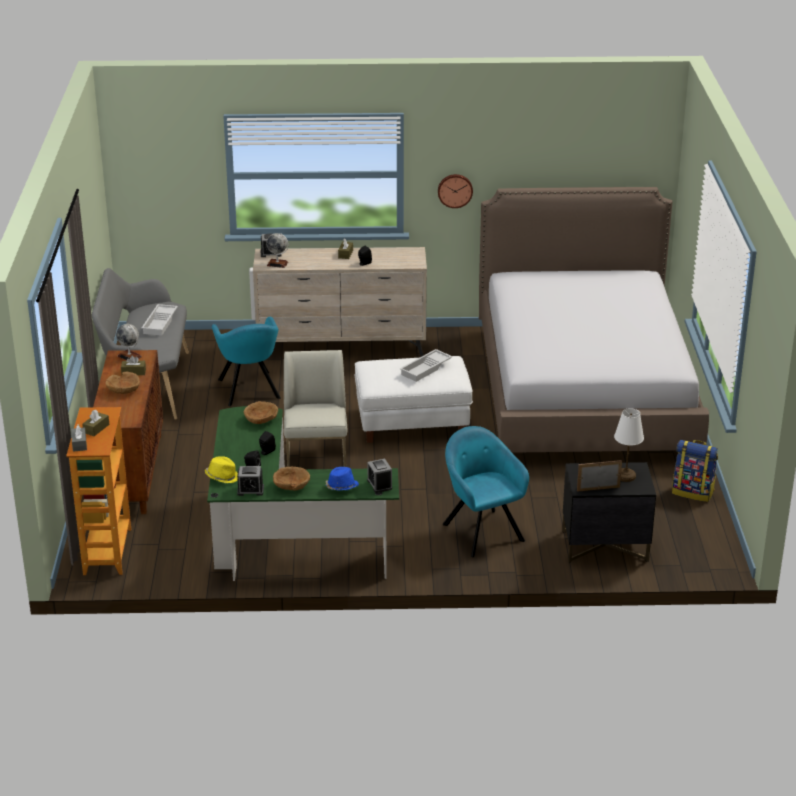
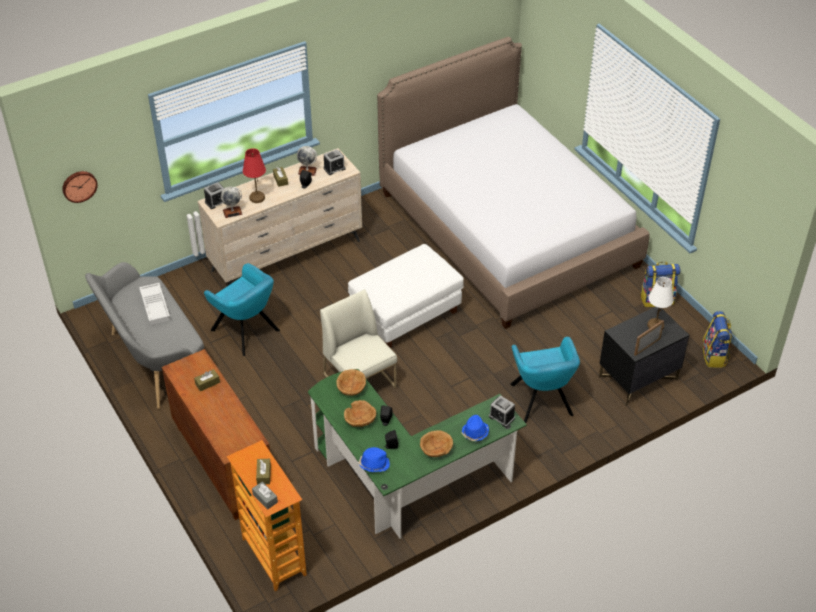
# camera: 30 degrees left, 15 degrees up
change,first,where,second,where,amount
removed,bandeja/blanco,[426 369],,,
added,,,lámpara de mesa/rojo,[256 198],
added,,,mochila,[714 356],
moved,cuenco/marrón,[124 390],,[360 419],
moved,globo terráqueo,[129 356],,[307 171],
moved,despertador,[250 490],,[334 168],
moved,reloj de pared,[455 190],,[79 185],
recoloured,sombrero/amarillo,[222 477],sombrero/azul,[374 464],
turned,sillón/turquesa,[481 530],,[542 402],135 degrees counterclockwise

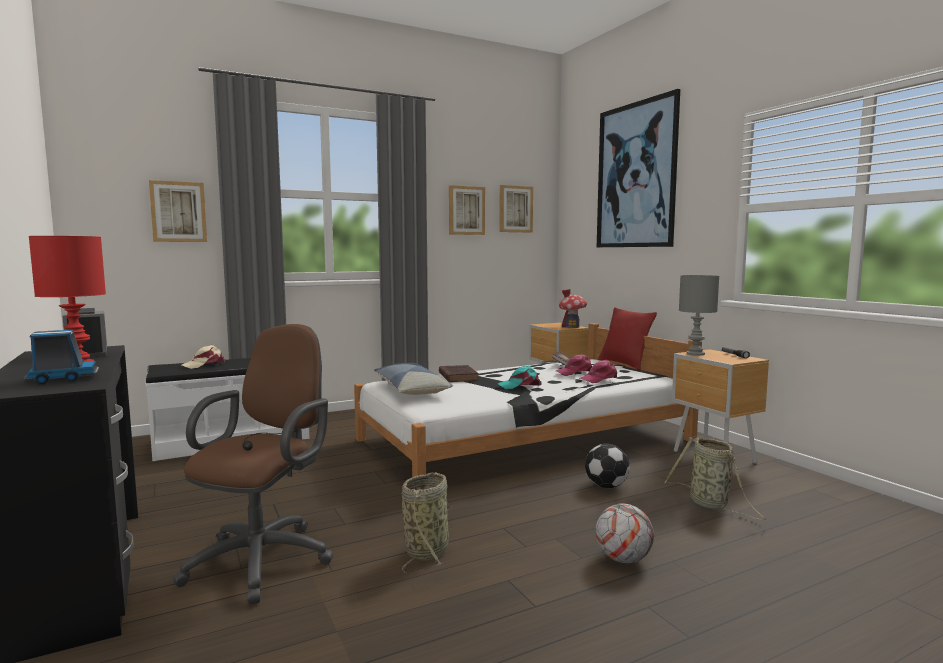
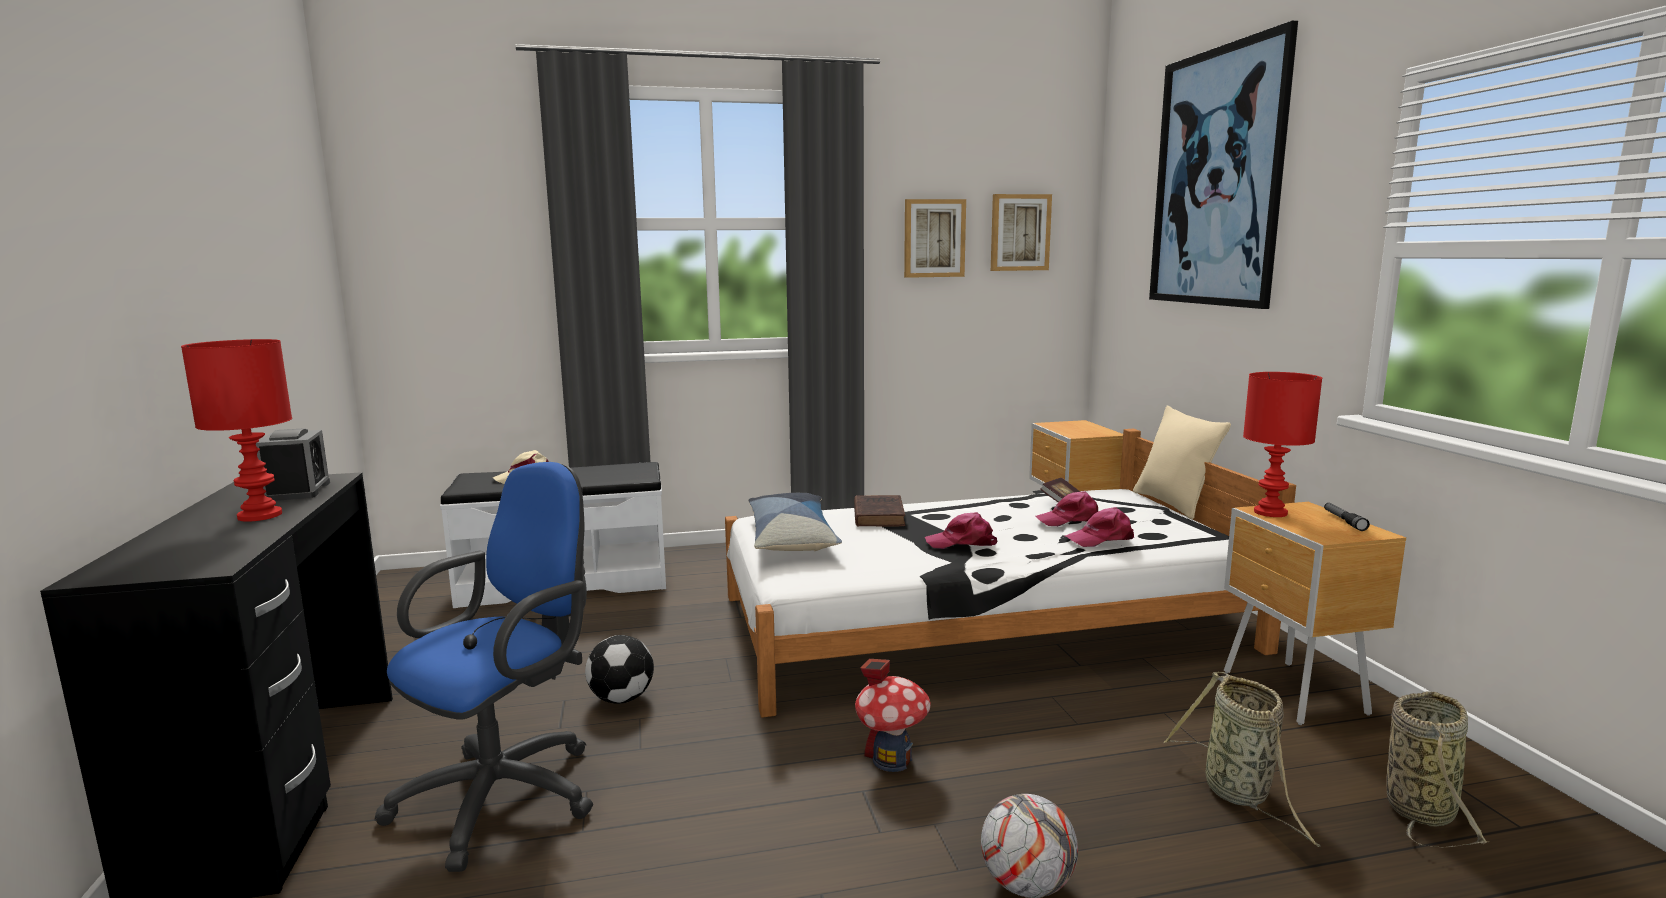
# camera: 15 degrees right, 5 degrees up
change,first,where,second,where,amount
removed,camión de juguete,[61 378],,,
removed,cuadro,[178 212],,,
moved,cesta,[428 550],,[1419 807],
moved,casita,[572 327],,[892 759],
moved,balón de fútbol,[606 486],,[622 698],
recoloured,silla de oficina/marrón,[265 558],silla de oficina/azul,[508 793],
recoloured,gorra/turquesa,[520 385],gorra/rosa,[962 543],
recoloured,cojín/rojo,[624 364],cojín/beis,[1173 504],
recoloured,lámpara de mesa/gris,[695 354],lámpara de mesa/rojo,[1270 512],

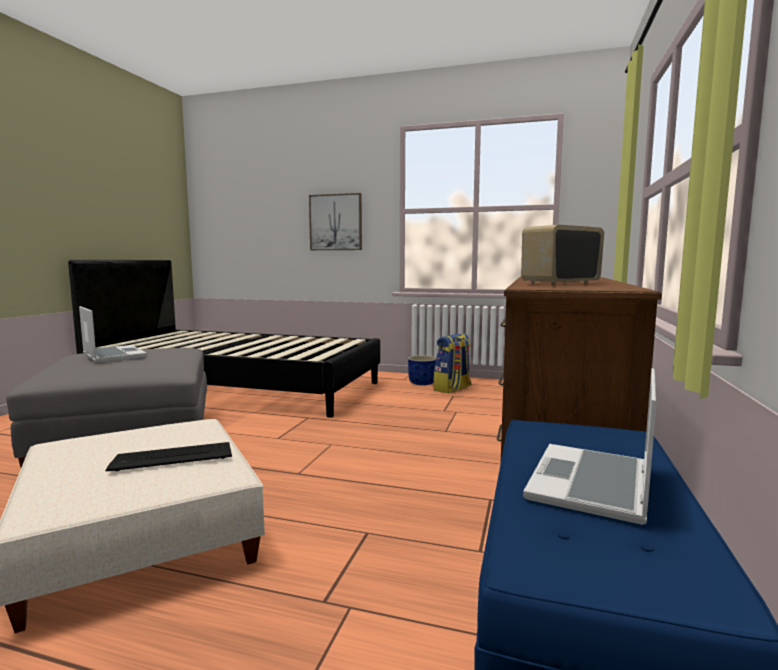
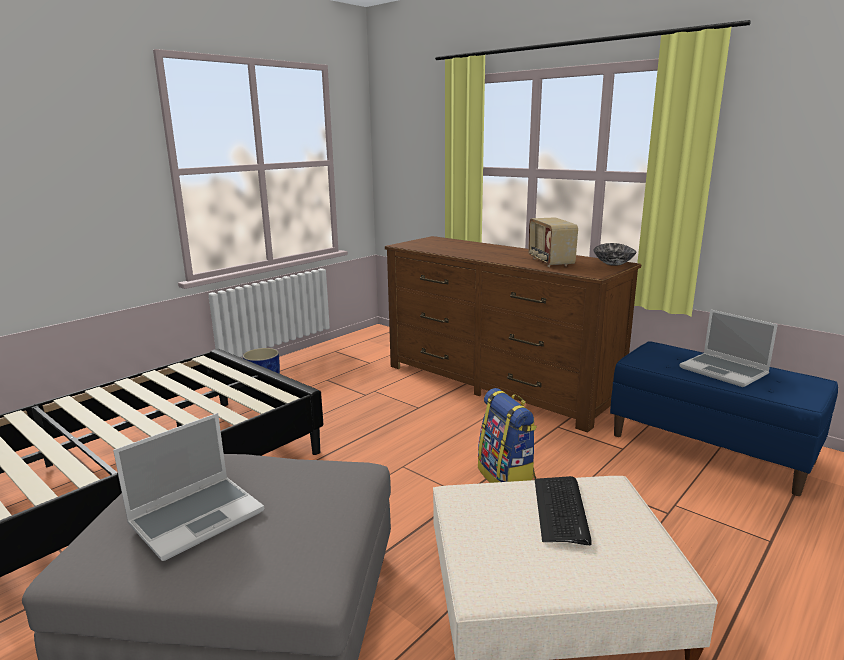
# camera: 65 degrees left, 10 degrees up
change,first,where,second,where,amount
removed,cuadro,[336 222],,,
added,,,cuenco,[614 263],
moved,mochila,[452 389],,[507 478],
turned,portátil,[113 355],,[197 517],150 degrees clockwise

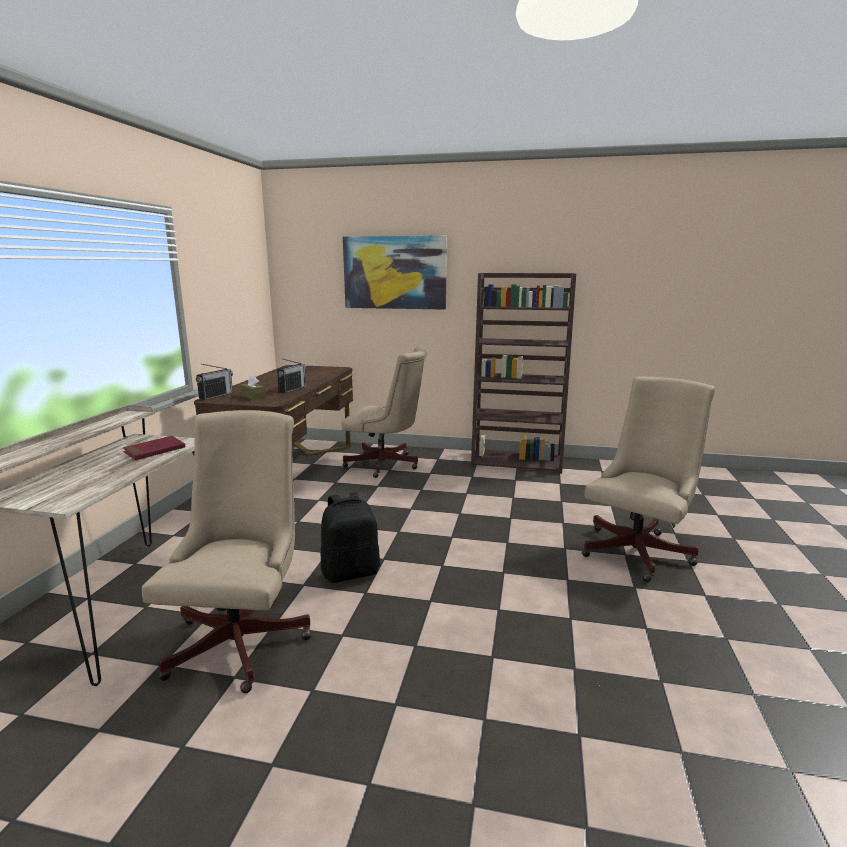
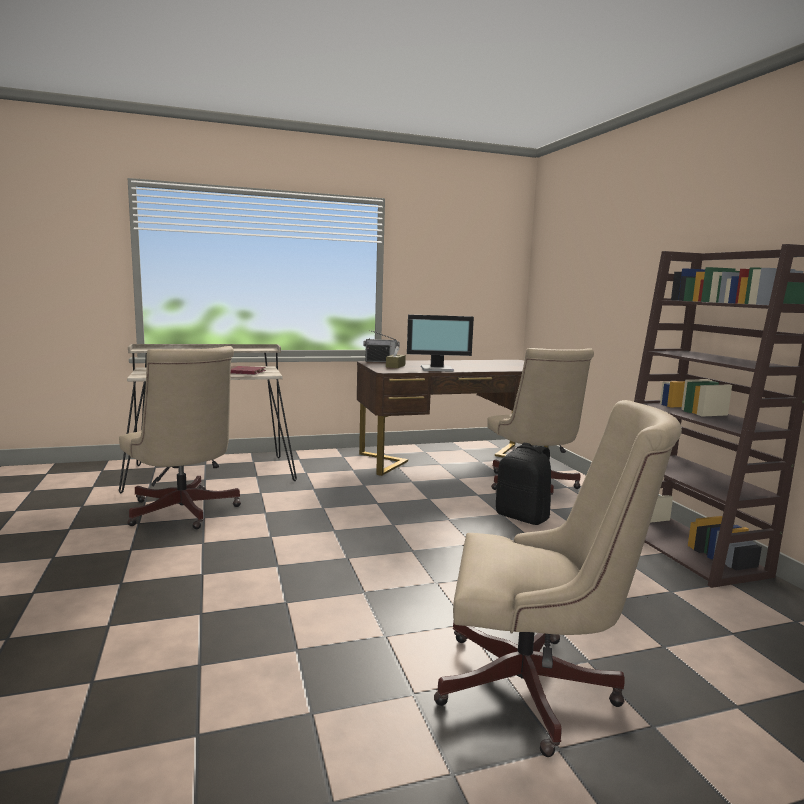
# camera: 60 degrees right, 5 degrees down
change,first,where,second,where,amount
removed,cuadro,[394 272],,,
moved,mochila/negro,[351 572],,[523 517],
replaced,radio,[292 389],monitor,[437 369],
turned,silla de oficina/beis,[243 637],,[183 513],75 degrees clockwise

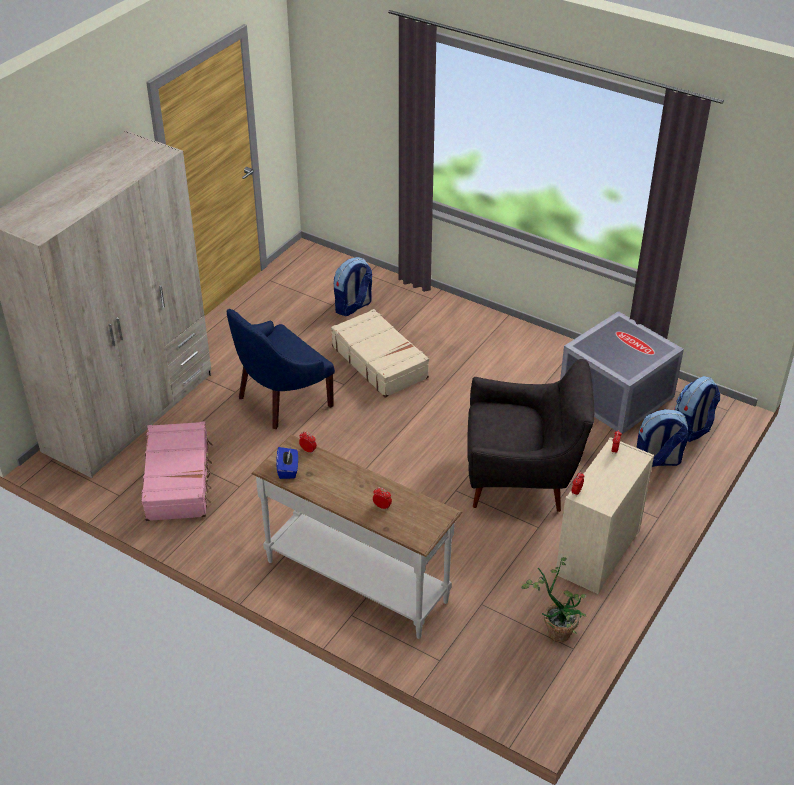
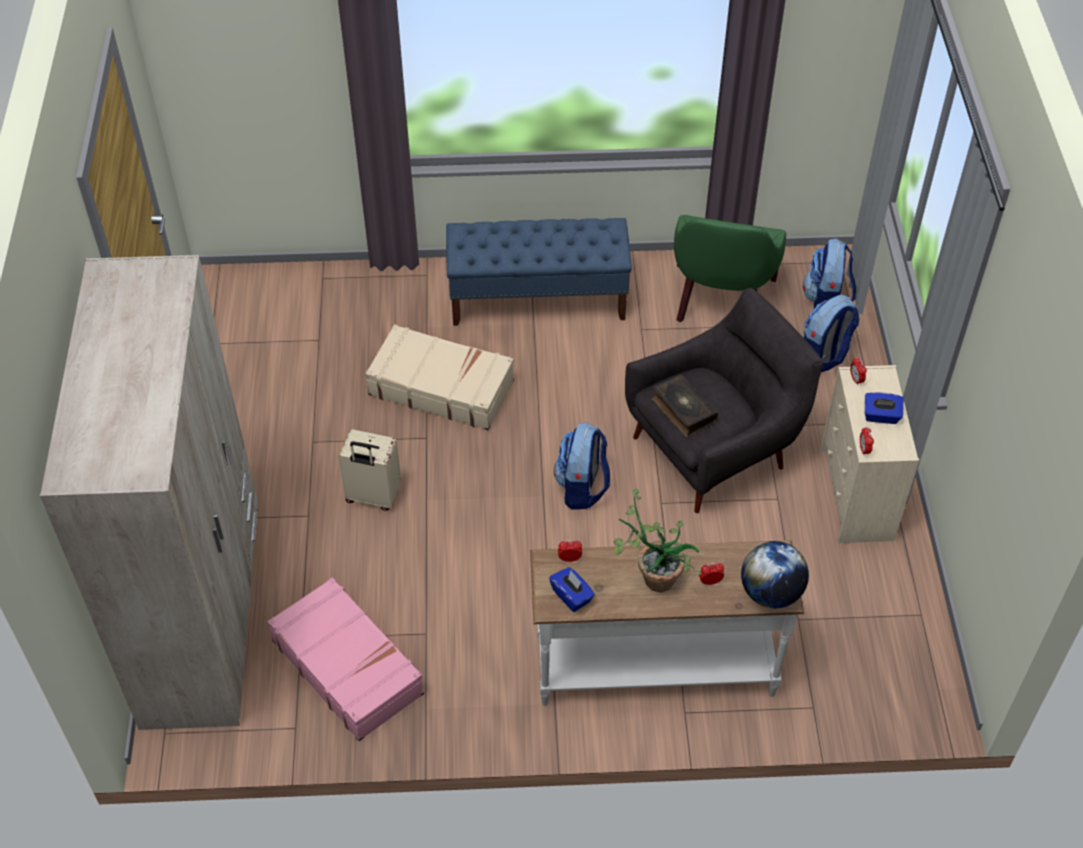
# camera: 35 degrees left, 10 degrees up
change,first,where,second,where,amount
added,,,banco/azul,[538 299],
added,,,libro,[682 411],
added,,,globo terráqueo,[771 593],
added,,,caja de pañuelos/azul,[881 416],
moved,mochila,[353 307],,[582 488],
moved,planta en maceta,[556 628],,[652 575],
replaced,sillón/azul,[281 400],maleta/beis,[372 496],
replaced,caja de almacenaje/gris,[614 395],sillón/verde,[720 300],

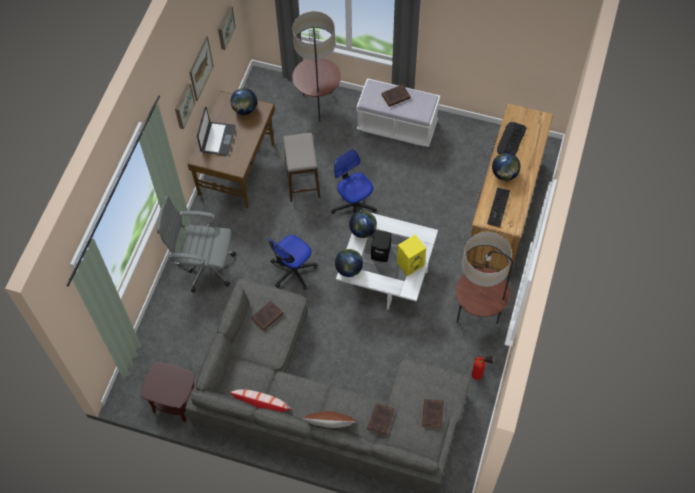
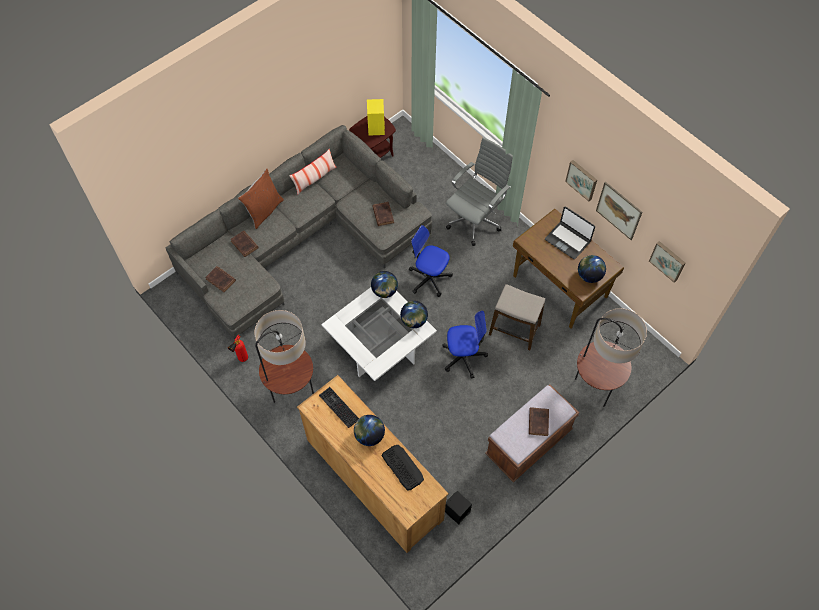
# camera: 120 degrees right, 0 degrees up
change,first,where,second,where,amount
moved,altavoz/negro,[381 253],,[456 512],
moved,altavoz/amarillo,[410 263],,[376 128],
recoloured,banco/blanco,[397 127],banco/marrón,[528 443],
turned,silla de oficina,[293 271],,[429 278],45 degrees counterclockwise

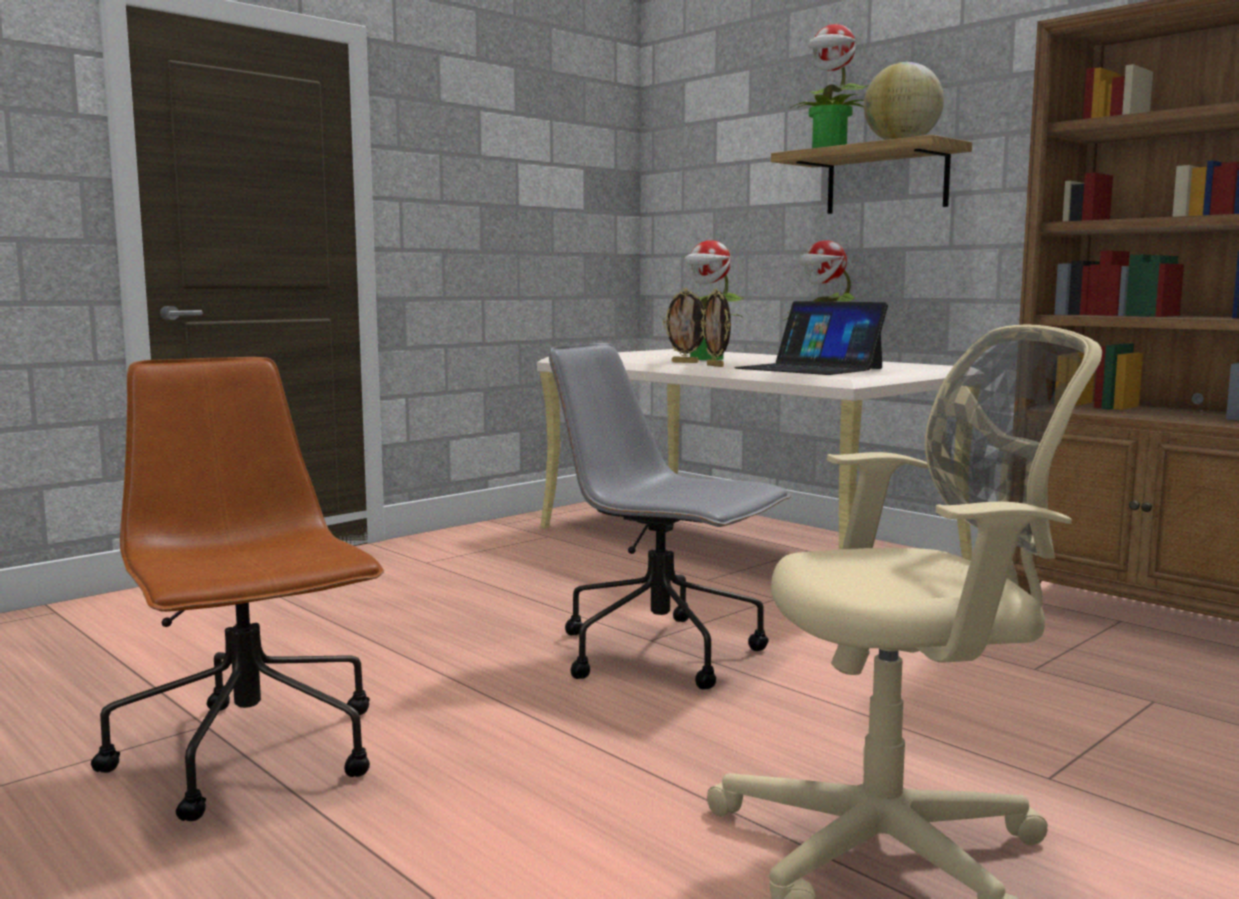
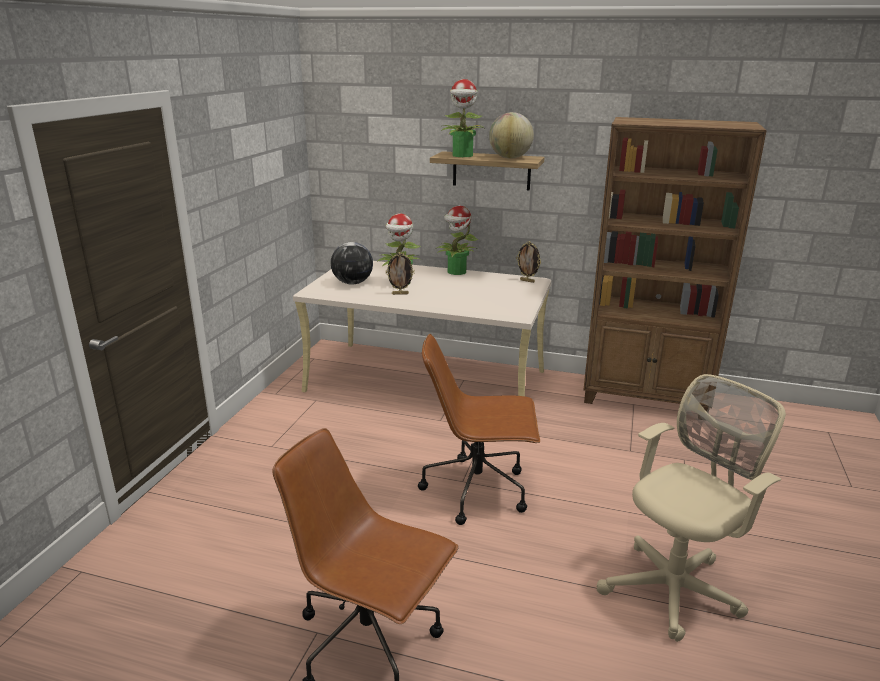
# camera: 30 degrees left, 15 degrees up
change,first,where,second,where,amount
removed,portátil,[809 368],,,
added,,,globo terráqueo,[352 283],
moved,portarretratos,[716 366],,[527 281],
recoloured,silla de oficina/gris,[663 653],silla de oficina/marrón,[478 490],

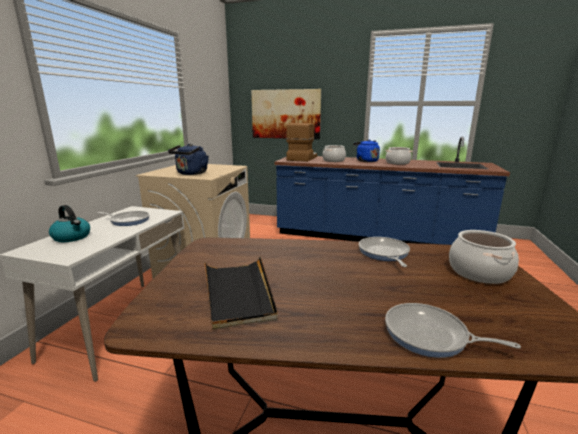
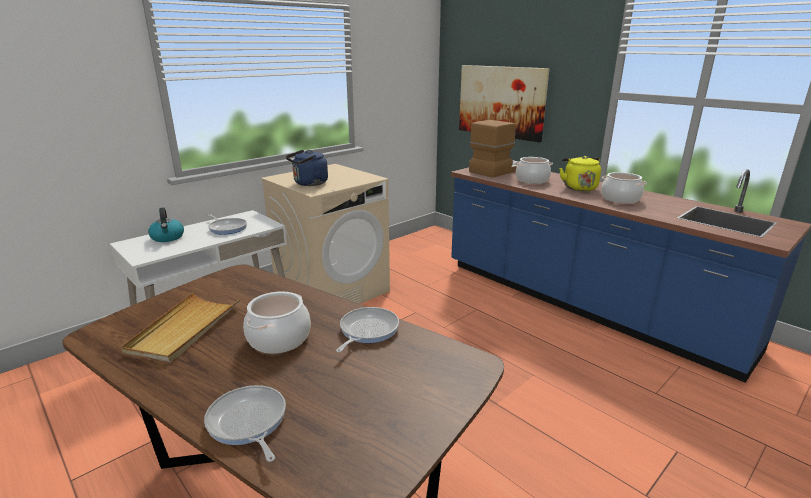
# camera: 30 degrees right, 5 degrees up
change,first,where,second,where,amount
moved,olla,[479 272],,[279 339],
recoloured,bandeja/negro,[238 293],bandeja/beis,[185 329],
recoloured,hervidor/azul,[365 161],hervidor/amarillo,[578 187],

